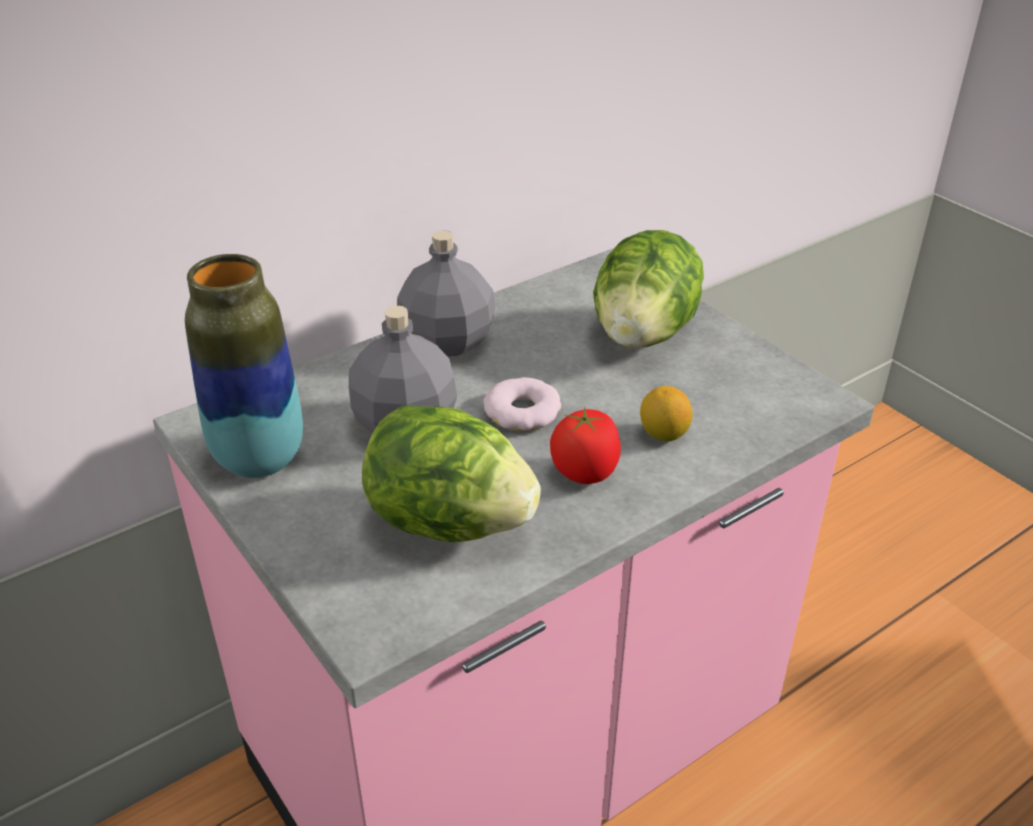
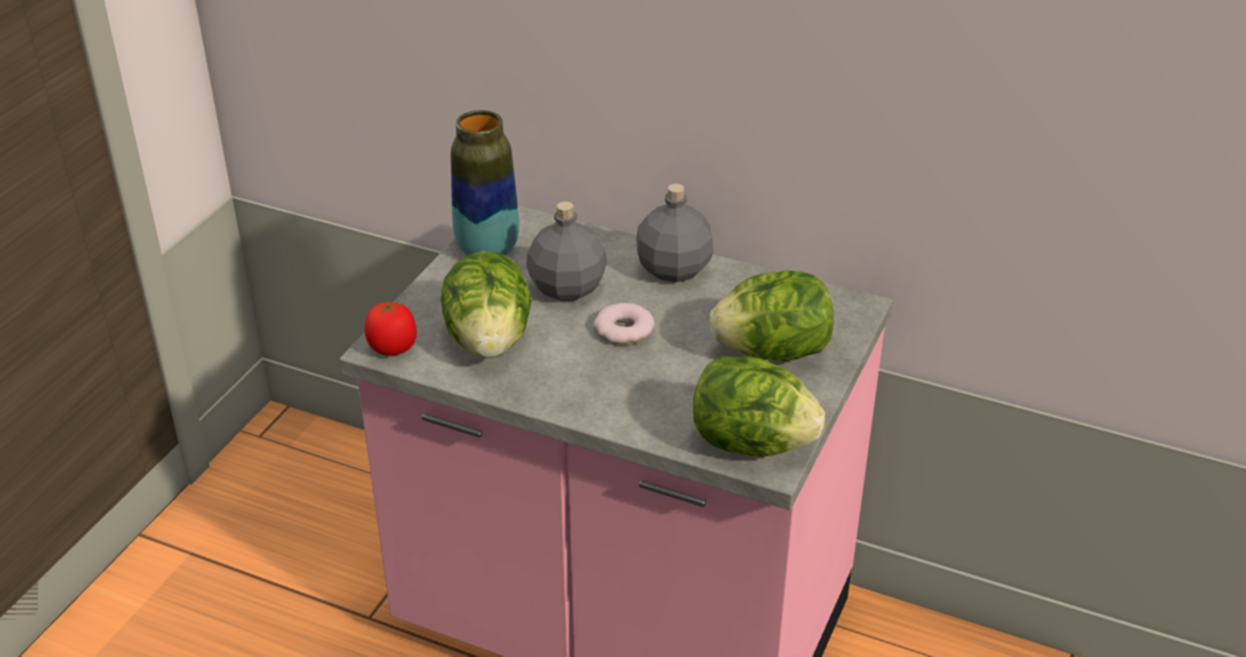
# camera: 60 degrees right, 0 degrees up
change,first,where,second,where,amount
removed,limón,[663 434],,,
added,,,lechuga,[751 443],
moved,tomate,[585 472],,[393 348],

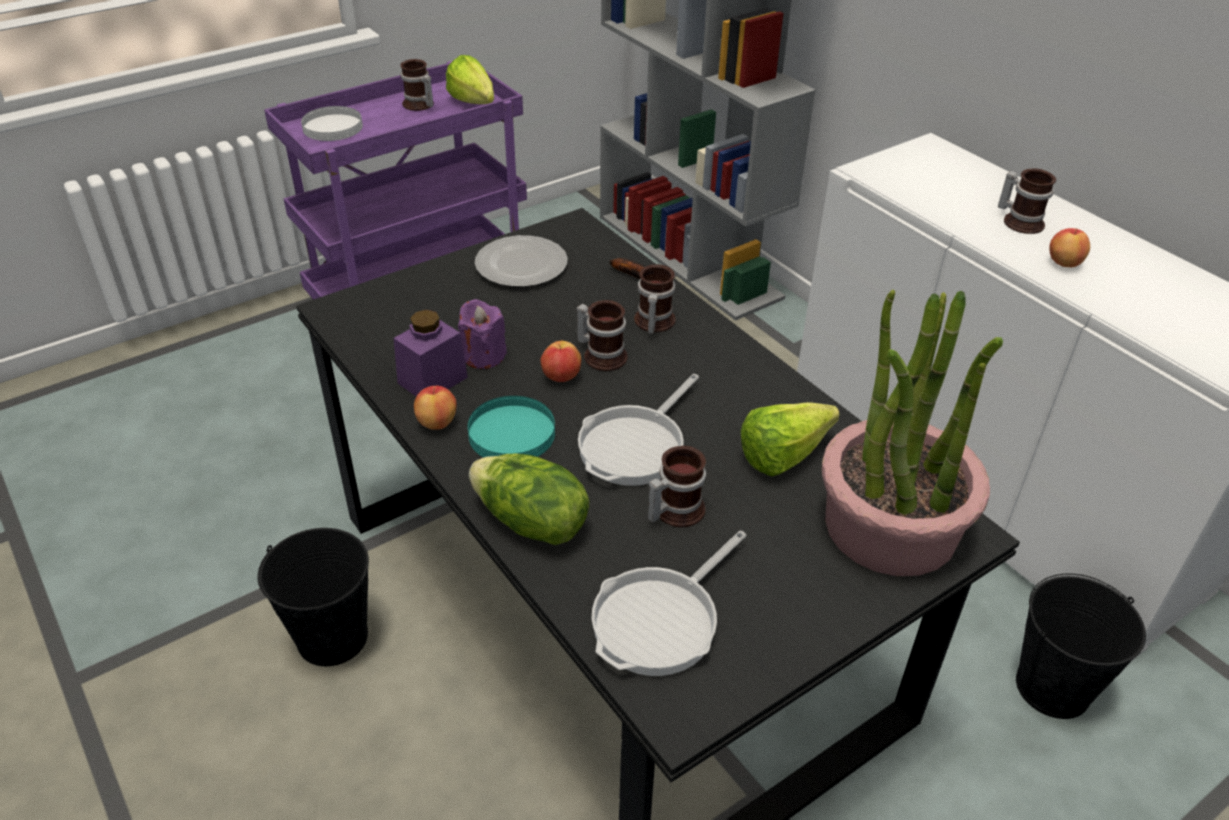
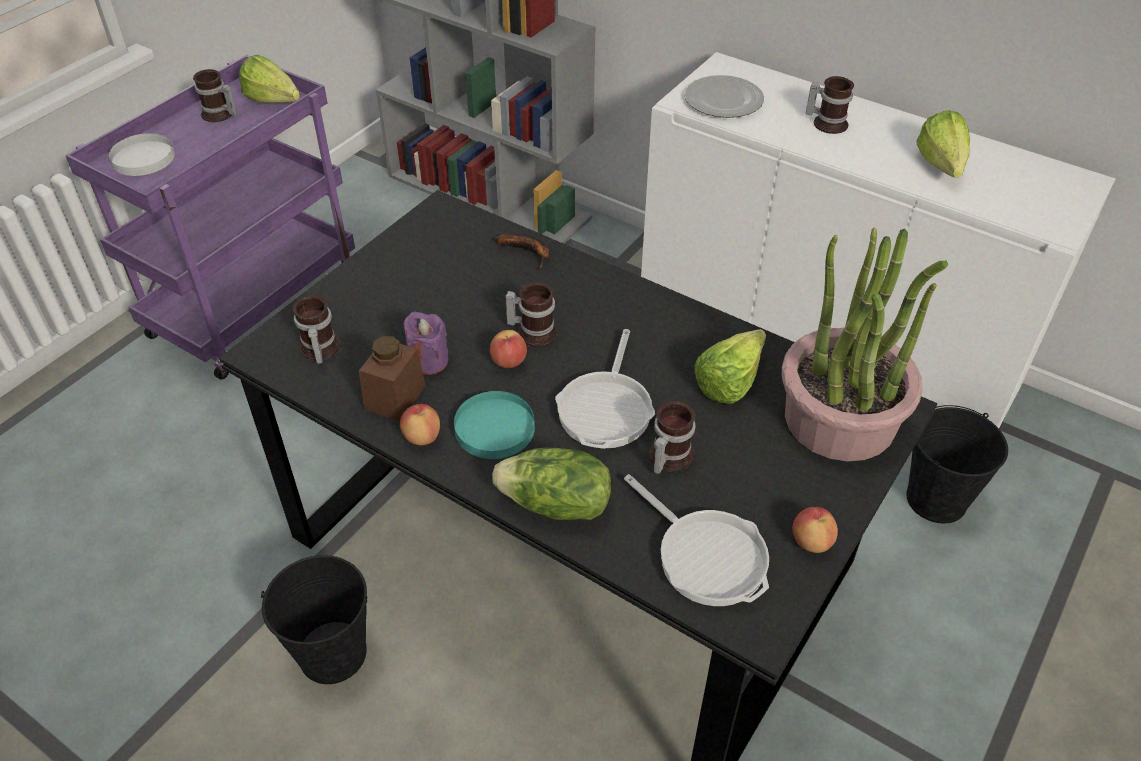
# camera: 20 degrees left, 5 degrees up
change,first,where,second,where,amount
added,,,lechuga,[941 169],
moved,plato,[520 265],,[723 100],
moved,taza grande,[652 322],,[318 350],
moved,manzana,[1064 263],,[811 542],
recoloured,tarro/morado,[432 380],tarro/marrón,[395 397],
turned,sartén,[661 620],,[706 556],60 degrees counterclockwise

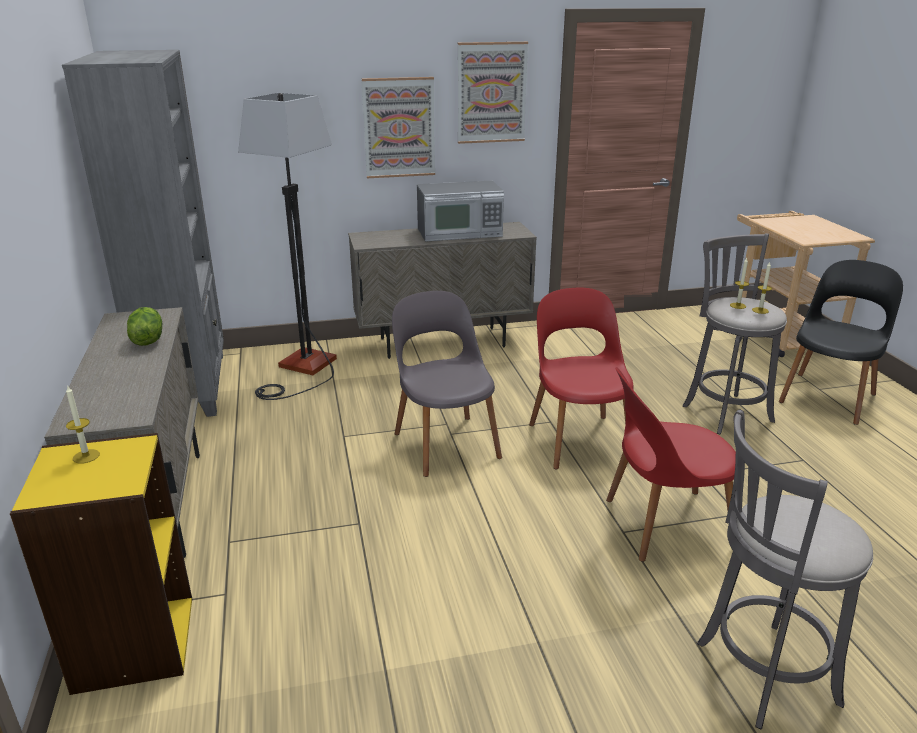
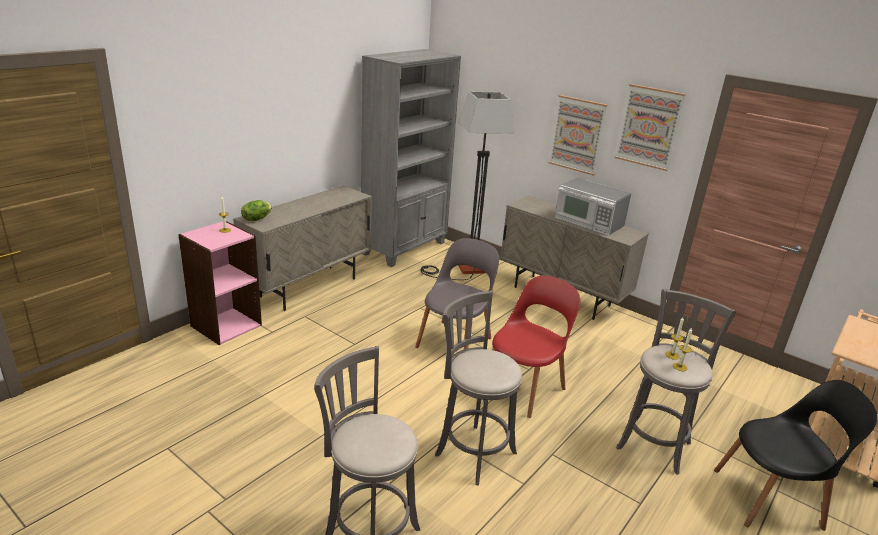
# camera: 50 degrees right, 0 degrees up
change,first,where,second,where,amount
moved,lechuga,[147 340],,[256 219],
replaced,silla/rojo,[663 524],taburete/gris,[472 451],
recoloured,estantería/amarillo,[133 643],estantería/rosa,[226 325],

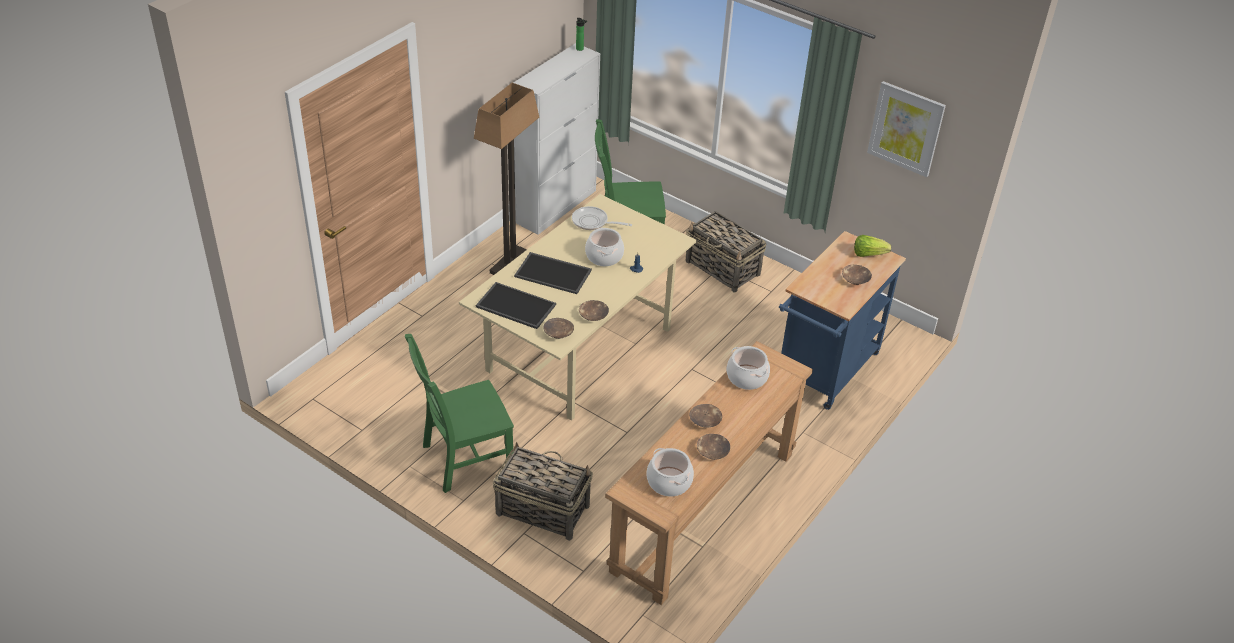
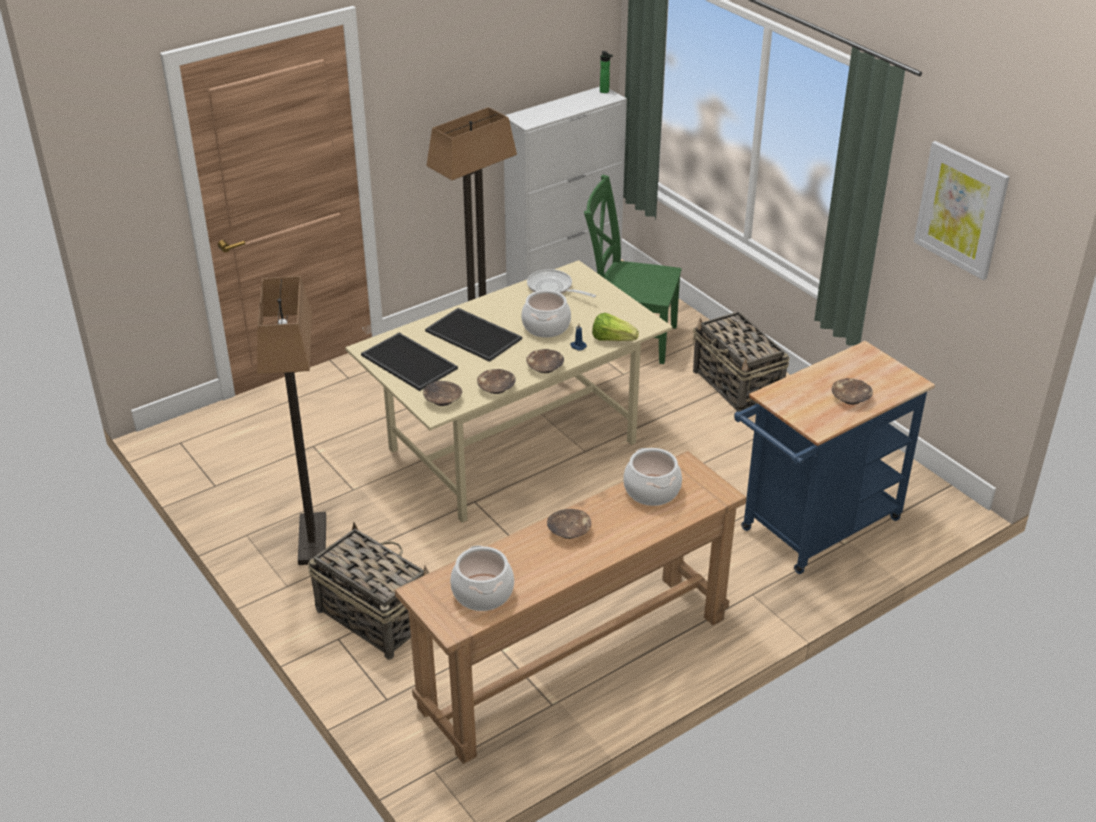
# camera: 20 degrees right, 5 degrees down
change,first,where,second,where,amount
moved,cuenco/marrón,[712 451],,[545 367],
moved,lechuga,[868 254],,[612 339],
replaced,silla/verde,[463 459],lámpara de pie,[312 540],

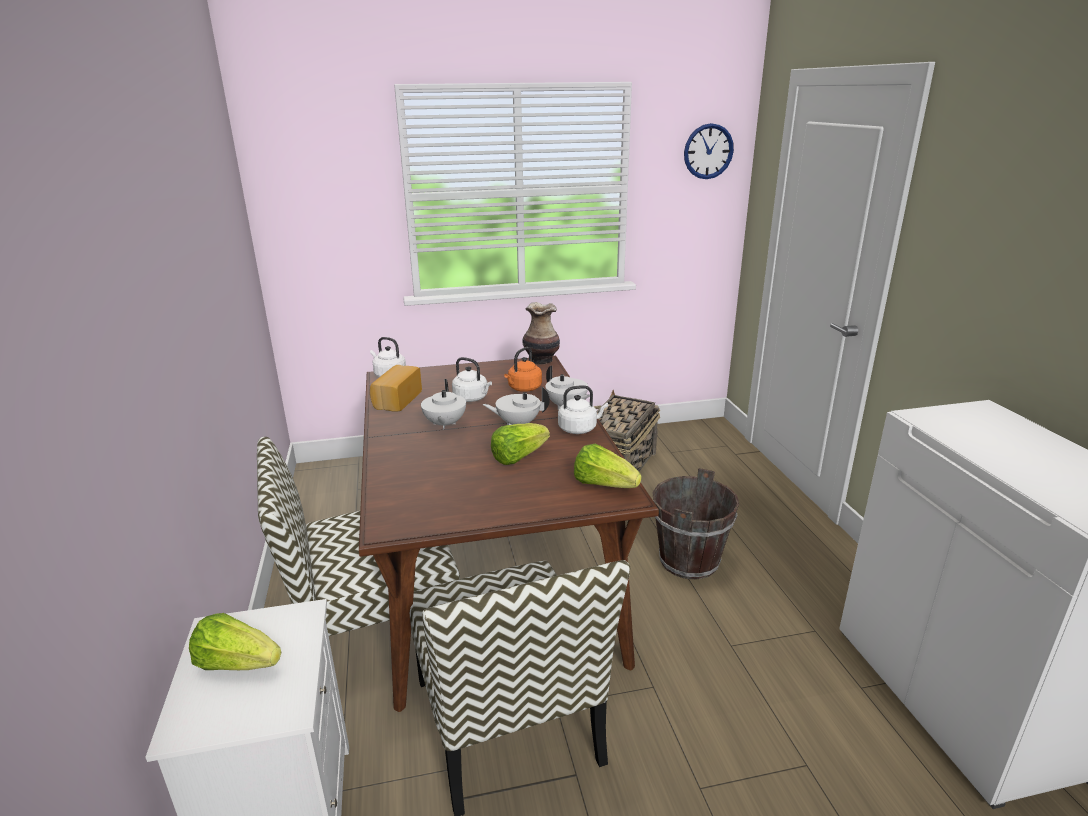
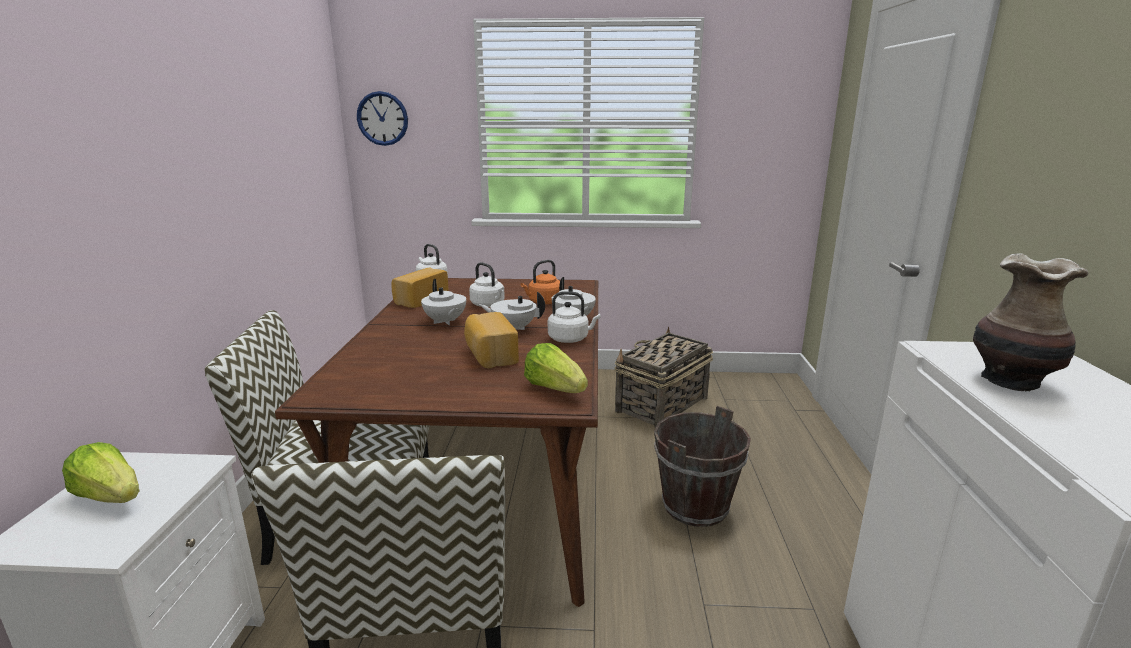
# camera: 15 degrees right, 5 degrees down
change,first,where,second,where,amount
moved,florero,[541 360],,[1010 380],
moved,reloj de pared,[708 151],,[382 118],
replaced,lechuga,[518 457],pan,[490 355],
turned,tetera/blanco,[444 424],,[445 322],45 degrees counterclockwise

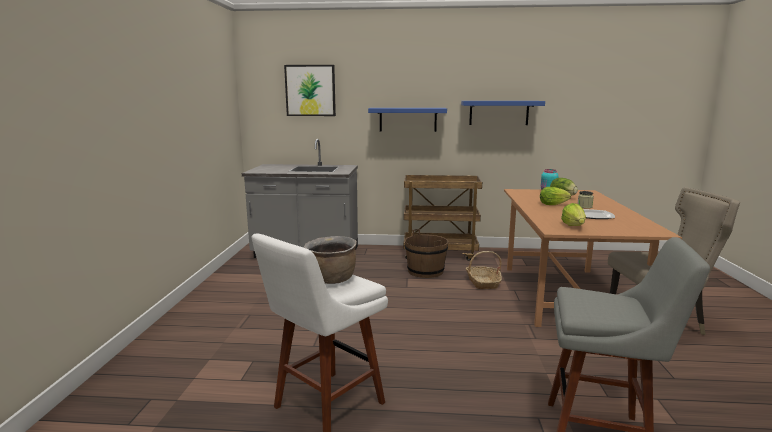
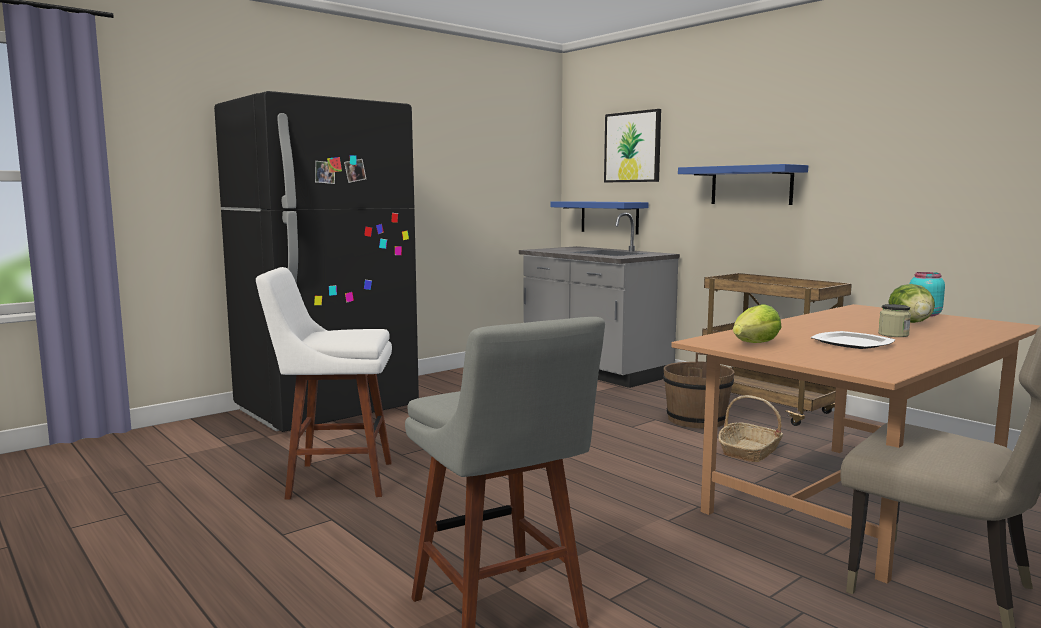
# camera: 45 degrees right, 5 degrees down
change,first,where,second,where,amount
removed,olla/marrón,[332 280],,,
removed,lechuga,[552 204],,,
added,,,nevera/negro,[327 411],
moved,estante/azul,[499 113],,[609 217],

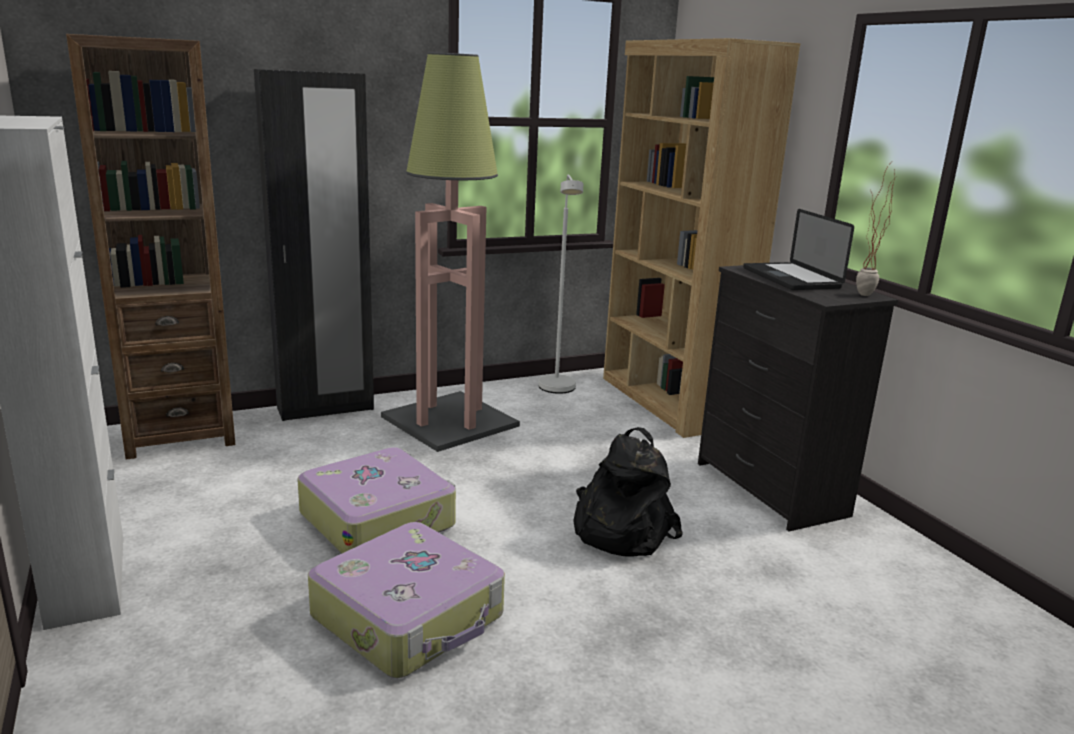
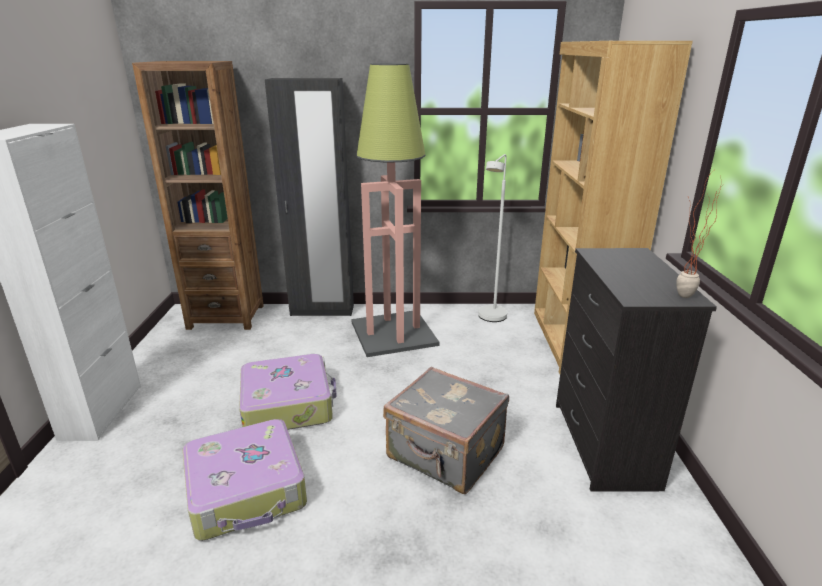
# camera: 25 degrees right, 5 degrees up
change,first,where,second,where,amount
removed,portátil,[791 278],,,
replaced,mochila/negro,[619 531],maleta/gris,[445 454],

